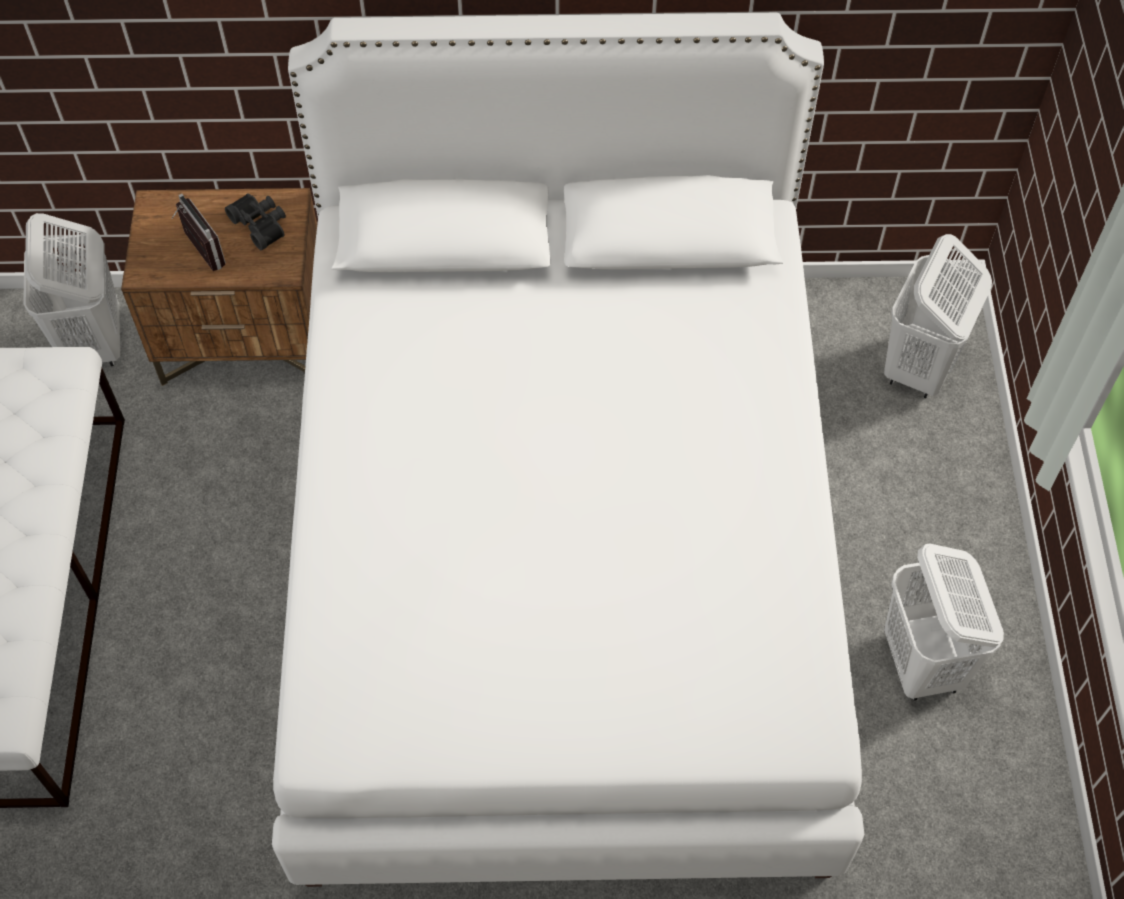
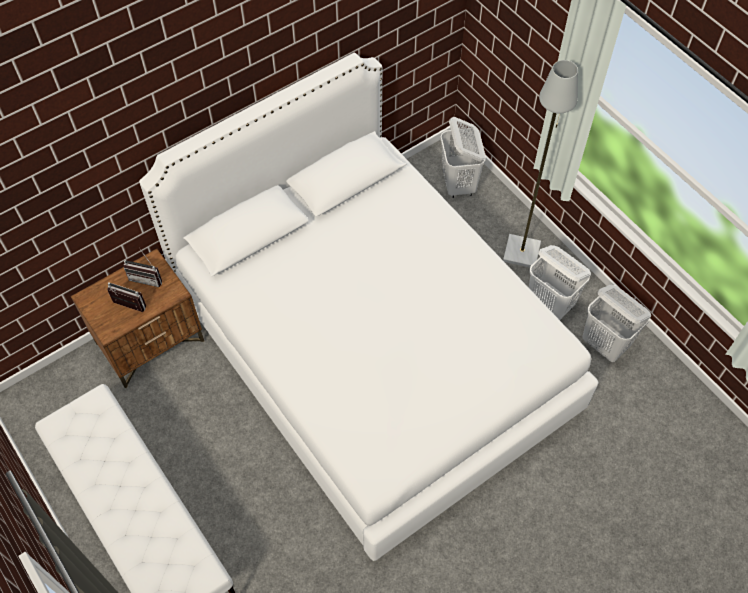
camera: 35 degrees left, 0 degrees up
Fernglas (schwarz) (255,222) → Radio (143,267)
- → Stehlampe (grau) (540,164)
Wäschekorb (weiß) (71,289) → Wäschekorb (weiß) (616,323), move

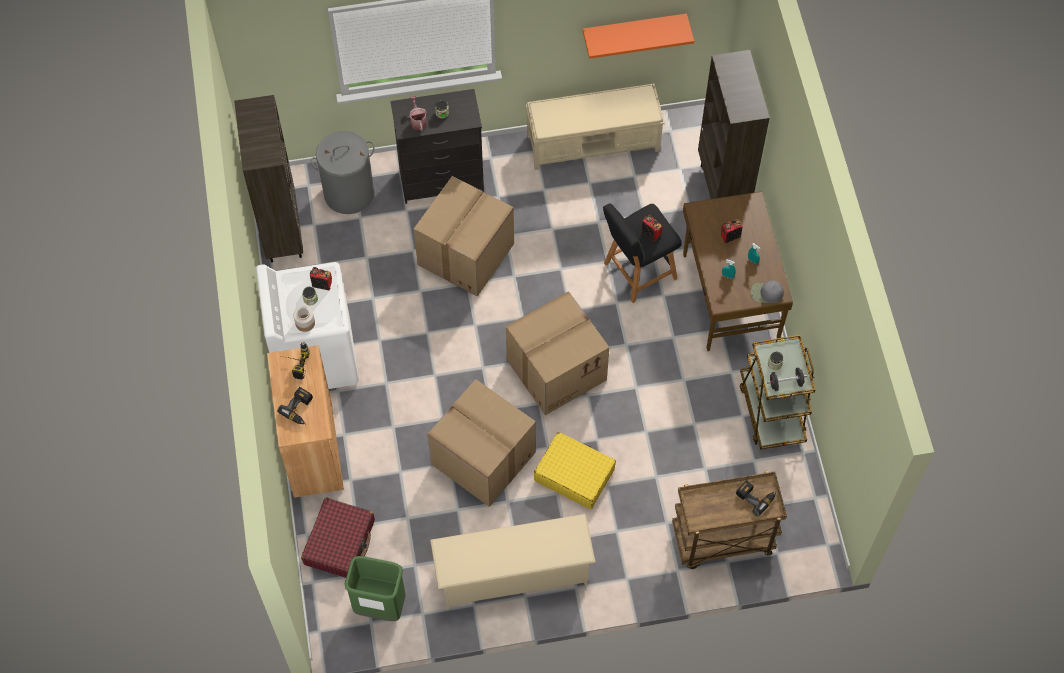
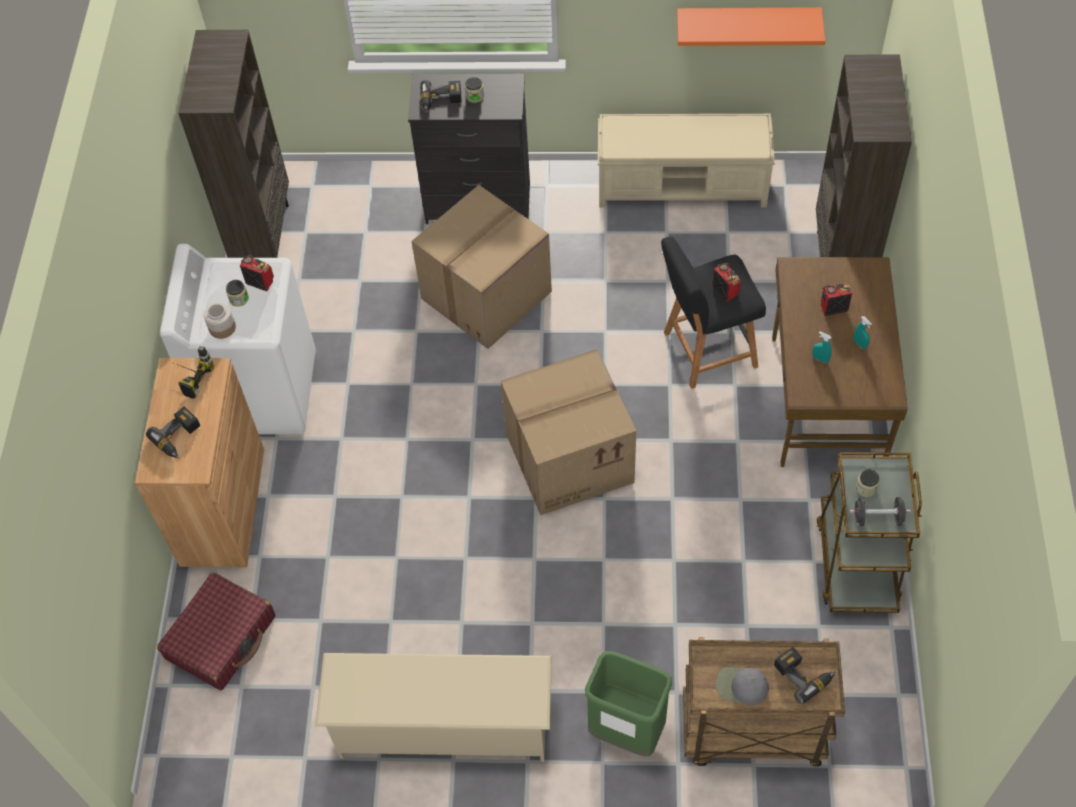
camera: 15 degrees right, 5 degrees down
Gießkanne (418,113) → Bohrmaschine (441,96)
Mülleimer (grün) (375,588) → Mülleimer (grün) (628,703), move
Kappe (grau) (767,292) → Kappe (grau) (742,685), move
Wäschekorb (grau) (342,172) → -
Karton (481,443) → -
Koffer (gelb) (575,470) → -

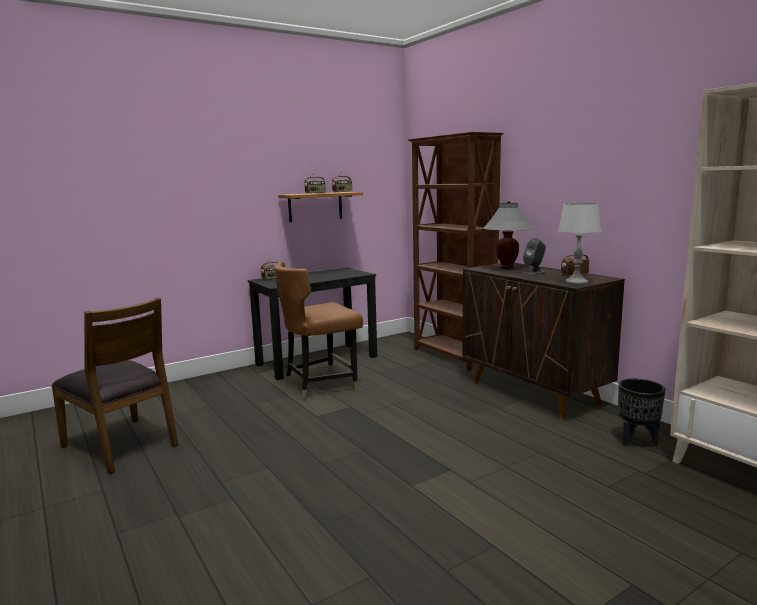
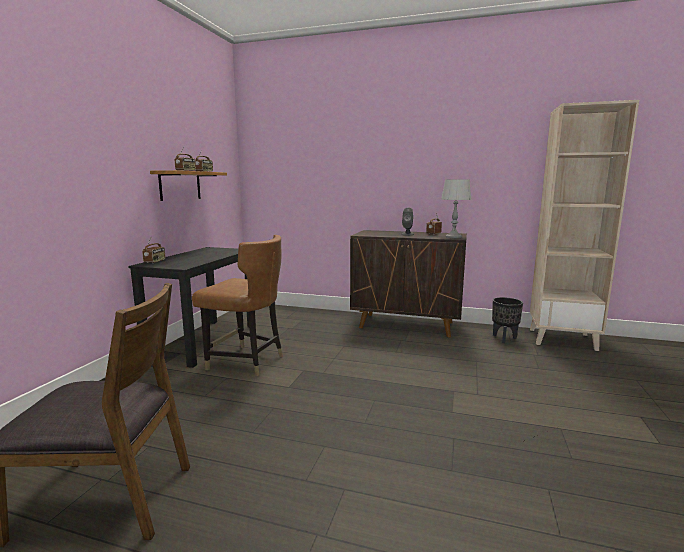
camera: 40 degrees left, 0 degrees up
Stuhl (braun) (318,331) → Stuhl (braun) (237,305), 90 degrees counterclockwise
Bücherregal (braun) (456,251) → -
Tischlampe (grau) (508,235) → -

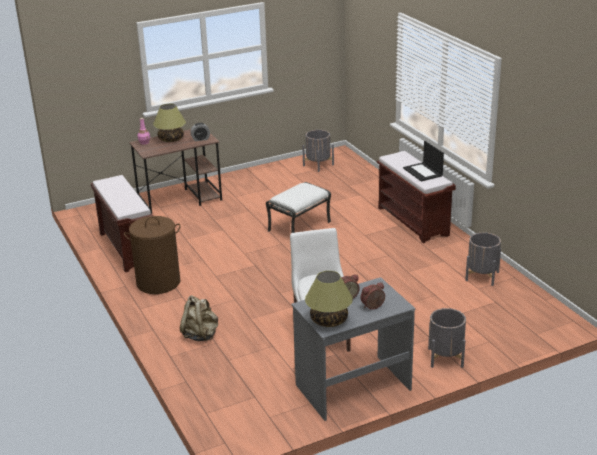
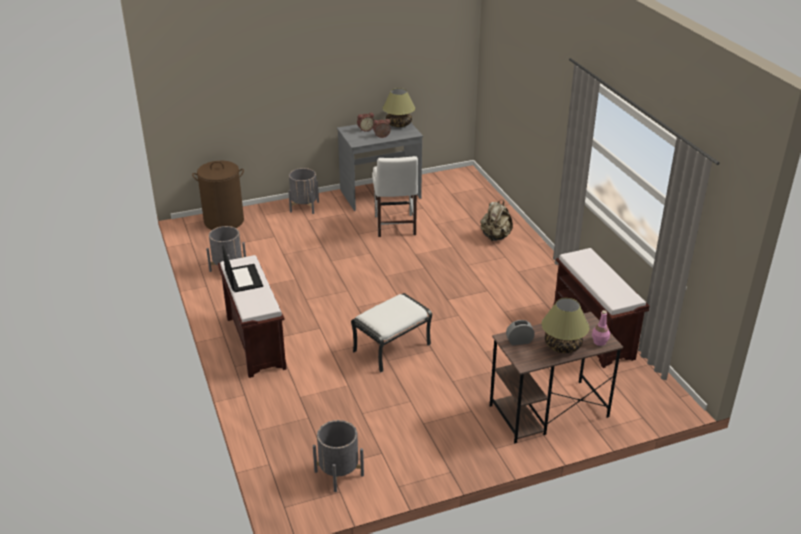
camera: 175 degrees left, 5 degrees up
Wäschekorb (braun) (152,255) → Wäschekorb (braun) (218,195), move

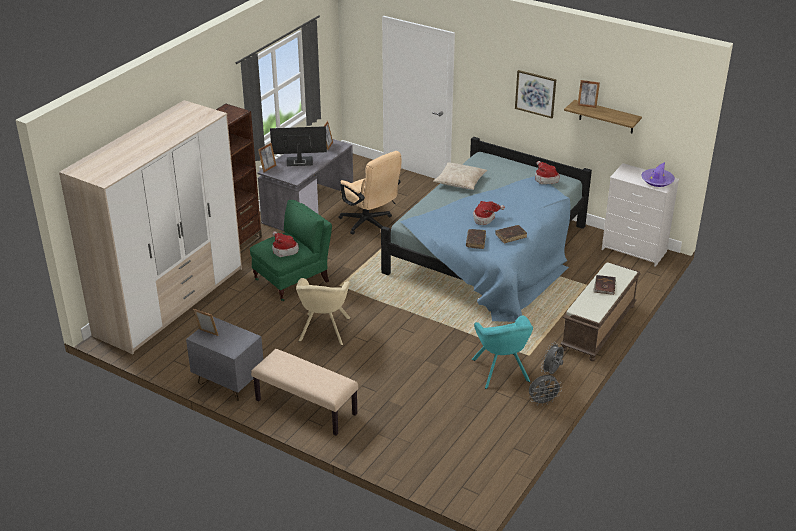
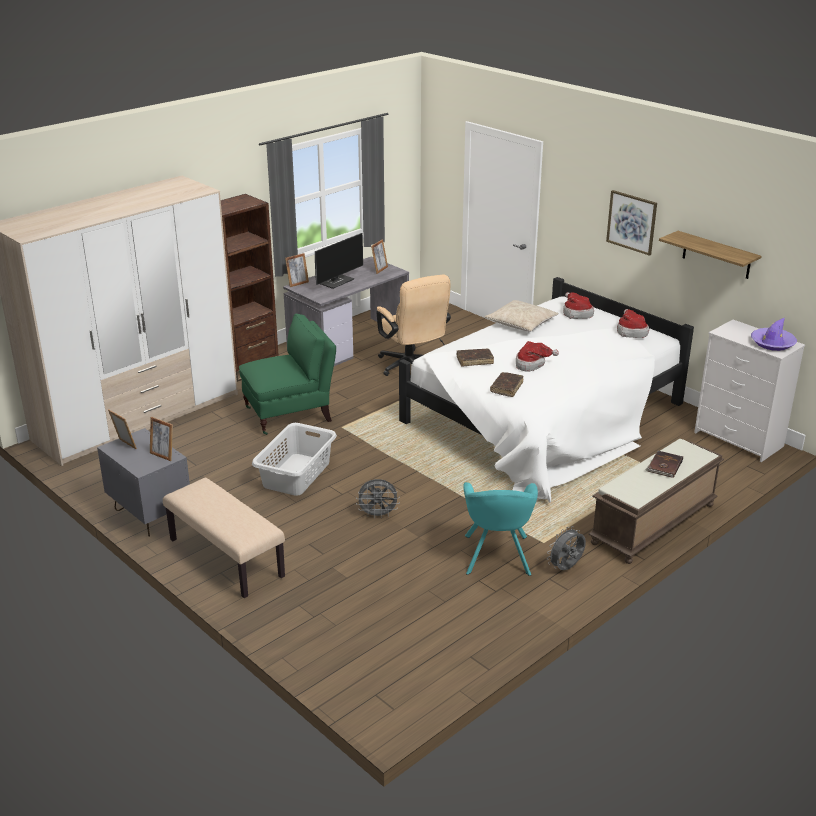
camera: 15 degrees right, 5 degrees down
Bilderrahmen (588,94) → Bilderrahmen (161,439), move
Sessel (beige) (323,311) → Wäschekorb (grau) (294,459)
Monitor (298,146) → Monitor (339,261), 120 degrees clockwise
Ventilator (grau) (545,390) → Ventilator (grau) (378,499), move
Bett (blau) (486,229) → Bett (weiß) (546,390)
Buch (braun) (511,234) → Buch (braun) (475,357), move
Hut (285,244) → Hut (578,305), move

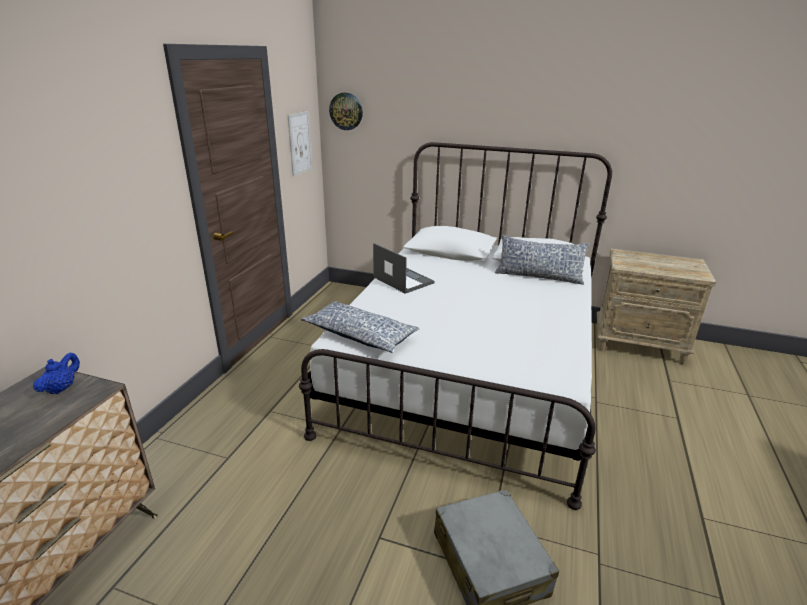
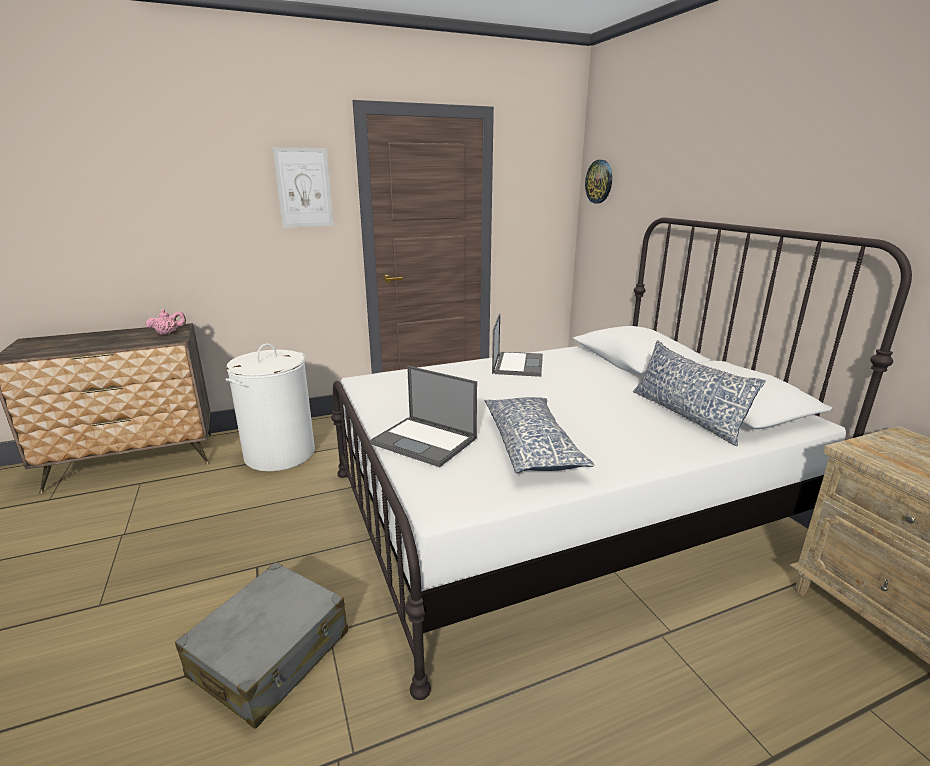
camera: 50 degrees right, 5 degrees down
Teekanne (blau) (56,373) → Teekanne (rosa) (166,322)
- → Wäschekorb (weiß) (270,407)
Bild (300,143) → Bild (303,187), move
- → Laptop (423,416)
Kissen (360,327) → Kissen (540,435), move

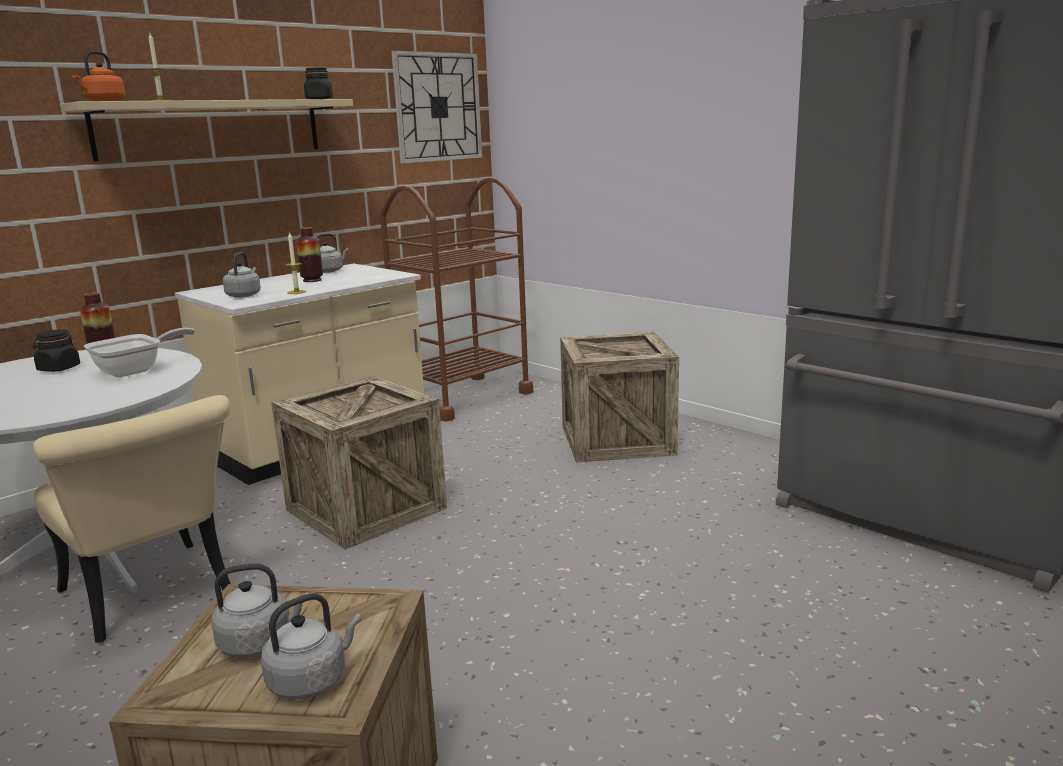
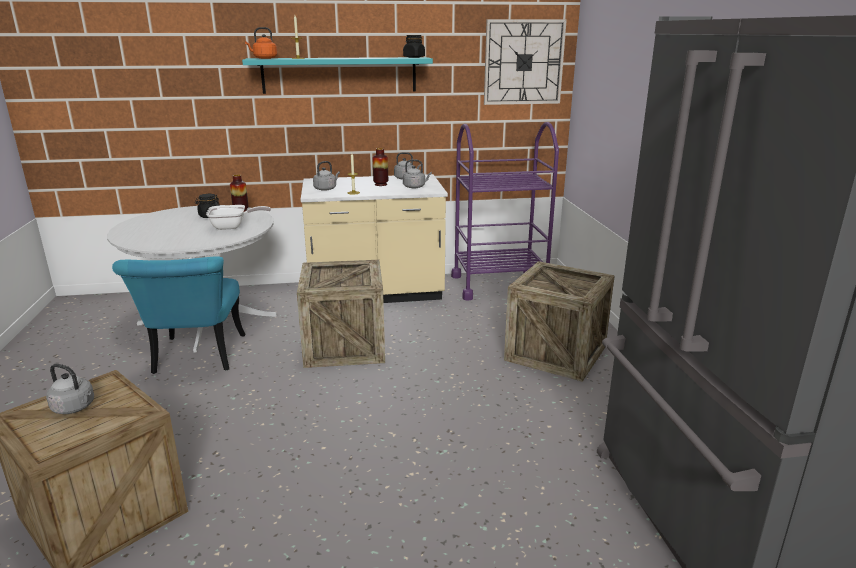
camera: 35 degrees right, 5 degrees up
Stuhl (beige) (132,519) → Stuhl (türkis) (179,315)
Wandregal (beige) (206,130) → Wandregal (türkis) (337,75)
Wasserkessel (grau) (311,646) → Wasserkessel (grau) (417,174), move
Rollwagen (braun) (456,299) → Rollwagen (lila) (505,211)

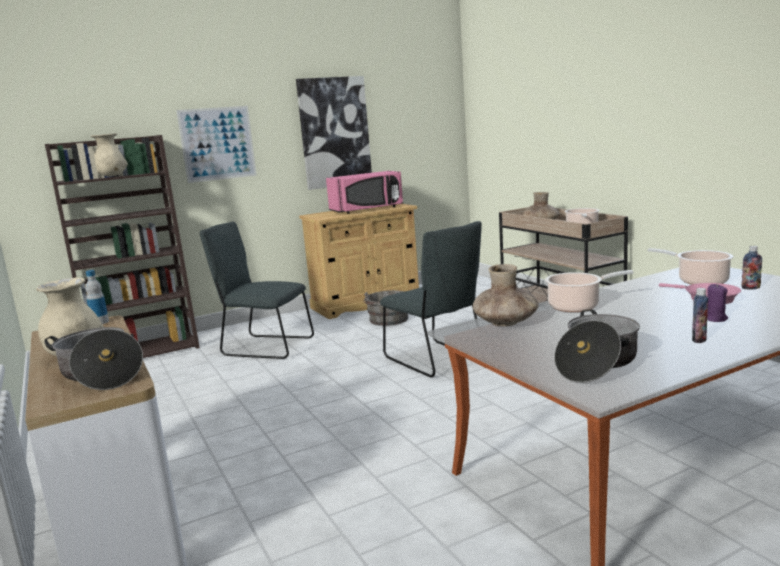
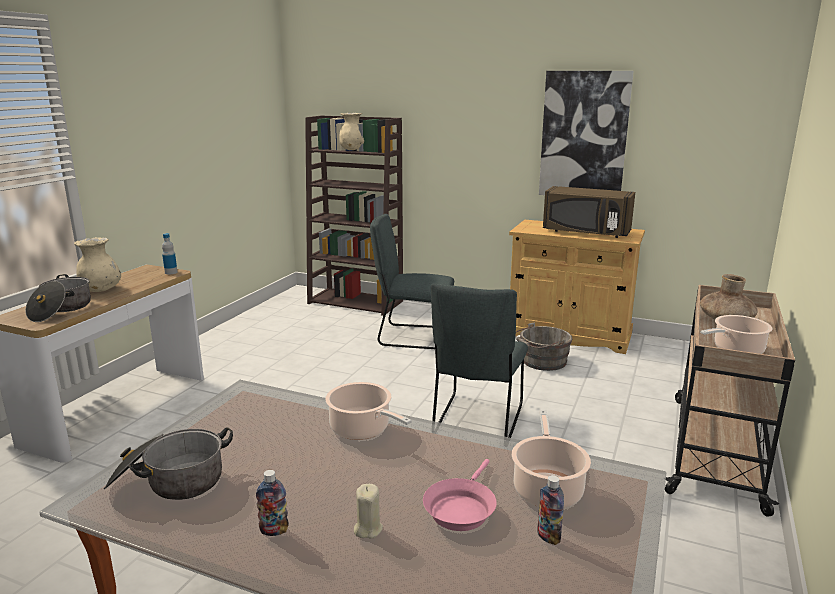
camera: 50 degrees right, 5 degrees up
Kerze (lila) (717,303) → Kerze (beige) (368,511)
Stuhl (grau) (257,290) → Stuhl (grau) (412,281), 60 degrees counterclockwise
Mikrowelle (rosa) (364,192) → Mikrowelle (braun) (589,212)
Bild (216,144) → -
Vase (braun) (506,295) → -

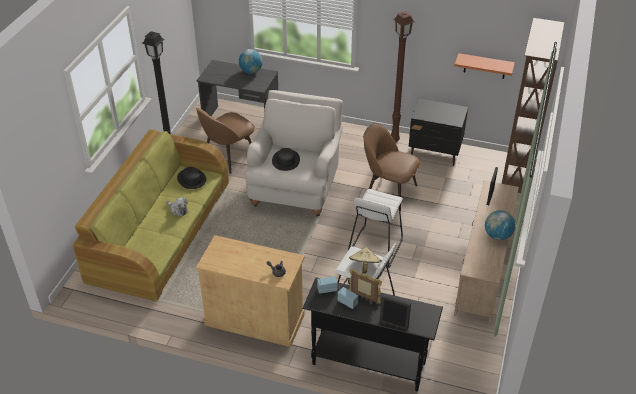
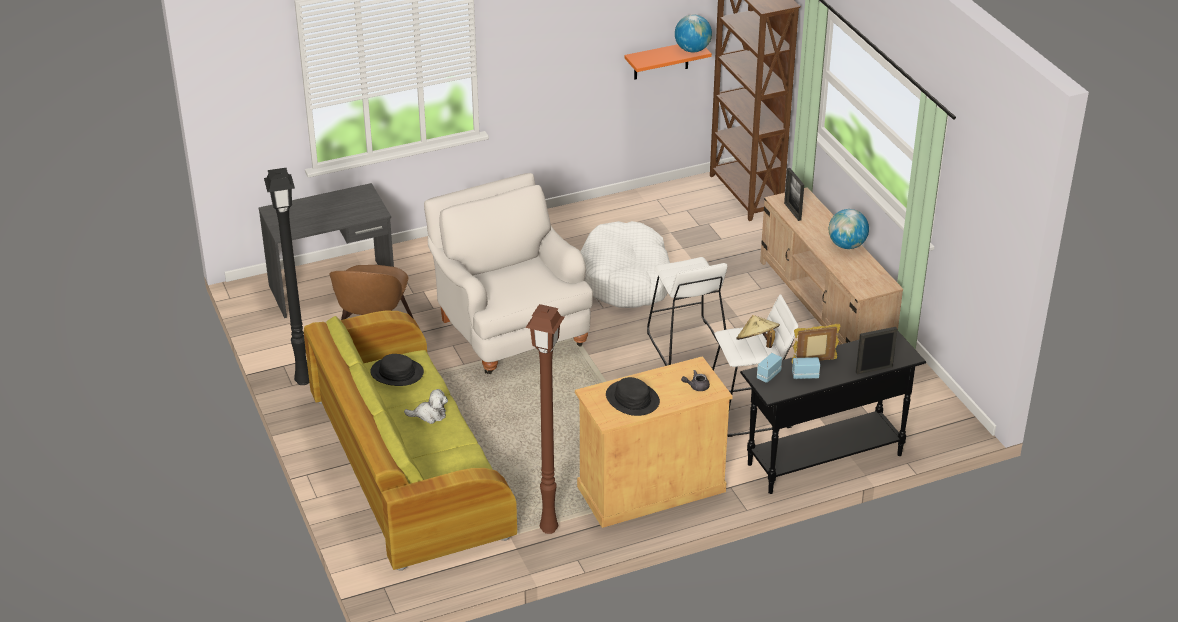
camera: 40 degrees left, 5 degrees down
Stehlampe (braun) (403,76) → Stehlampe (braun) (545,419), move
Stuhl (braun) (392,167) → Hundebett (weiß) (625,264)
Hut (schwarz) (286,159) → Hut (schwarz) (633,396), move
Globus (251,61) → Globus (693,34), move
Nachttisch (schwarz) (438,132) → -

